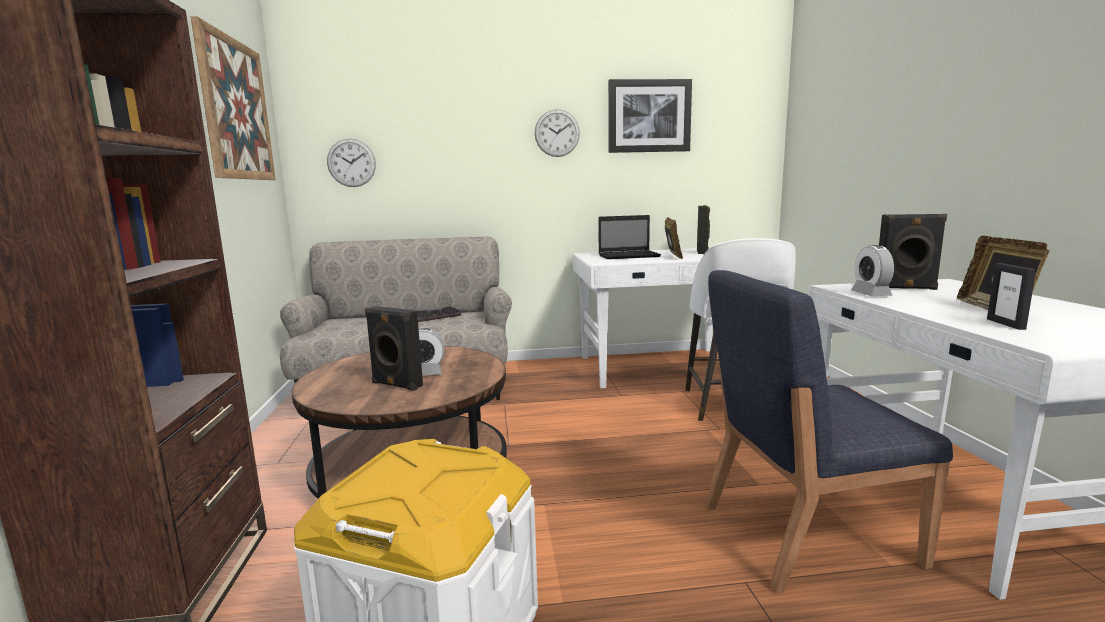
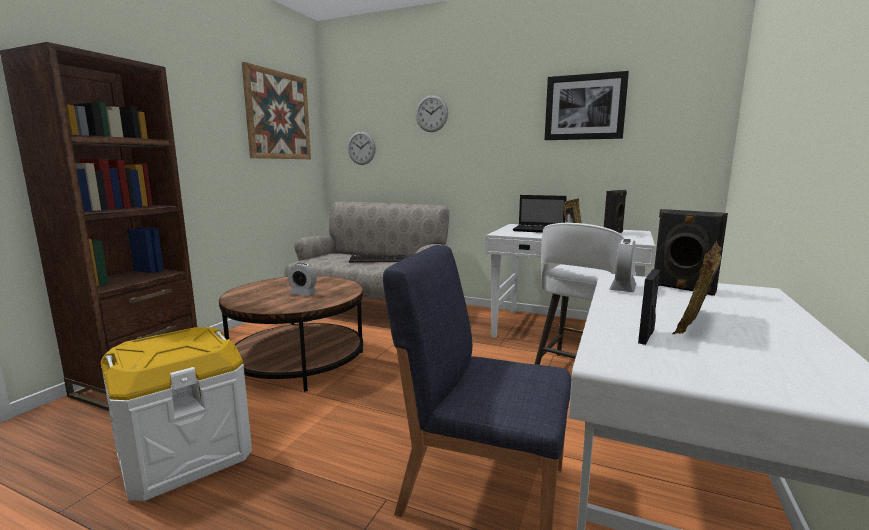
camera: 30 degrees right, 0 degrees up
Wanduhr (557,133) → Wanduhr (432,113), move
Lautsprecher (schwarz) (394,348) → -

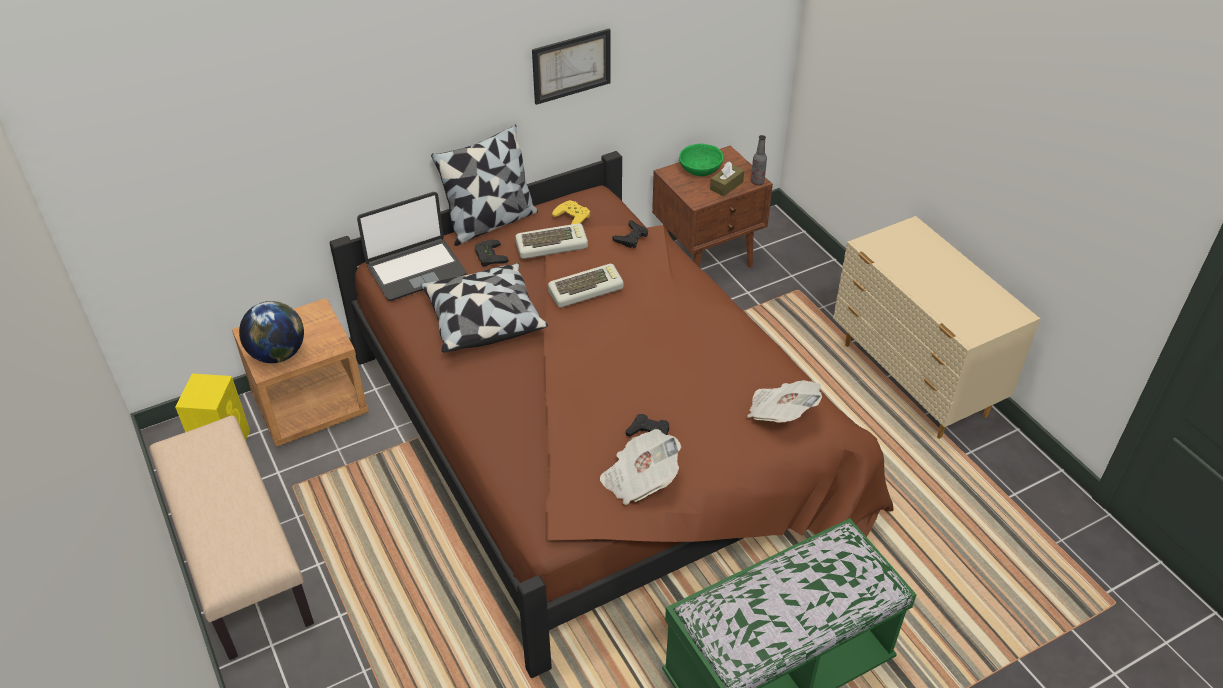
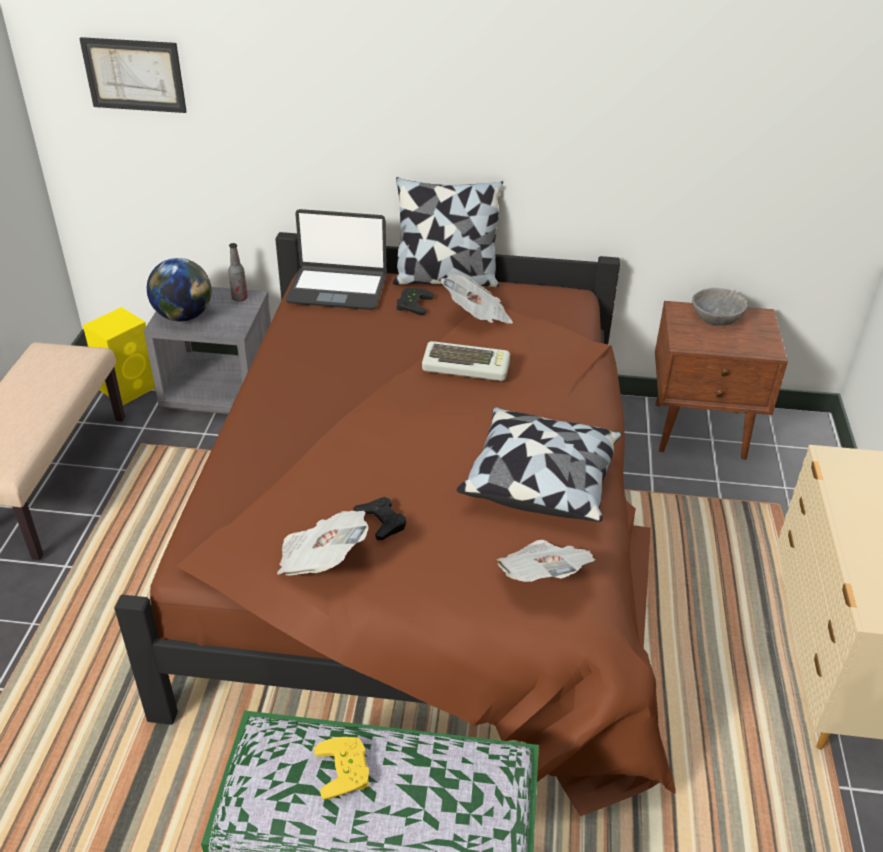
camera: 35 degrees right, 5 degrees down
Bild (571,67) → Bild (133,75), move
Nachttisch (braun) (300,372) → Nachttisch (grau) (207,350)
Flasche (759,160) → Flasche (238,272), move
Gamepad (gelb) (571,212) → Gamepad (gelb) (341,768), move
Tastatur (551,241) → Zeitung (477,299)
Kissen (484,307) → Kissen (539,464), move
Schüssel (grün) (701,160) → Schüssel (grau) (719,306)
Gamepad (schwarz) (630,234) → -
Taschentuchbox (braun) (727,179) → -

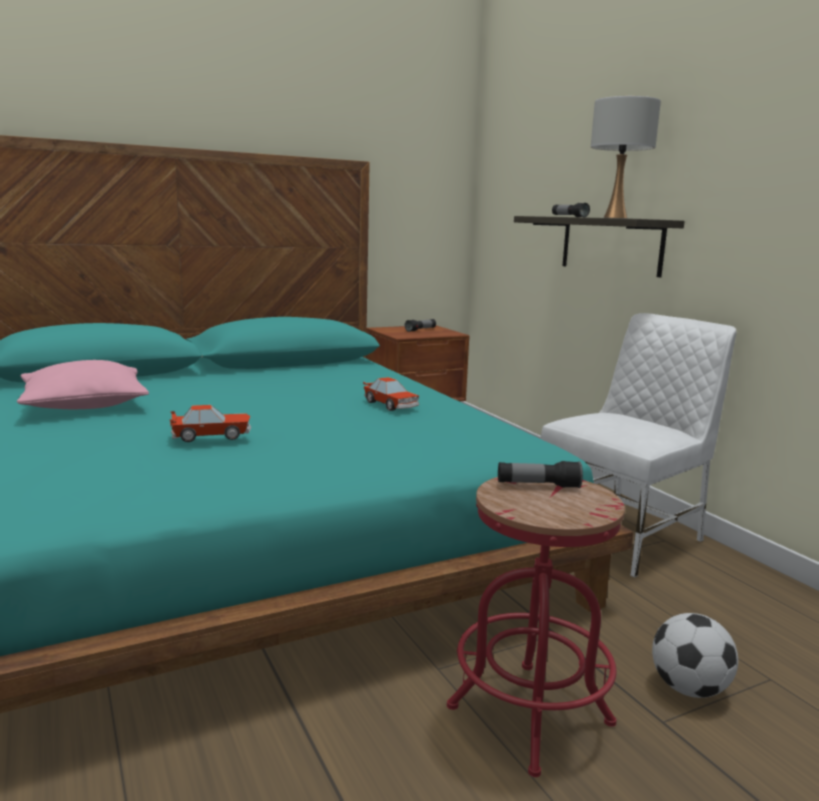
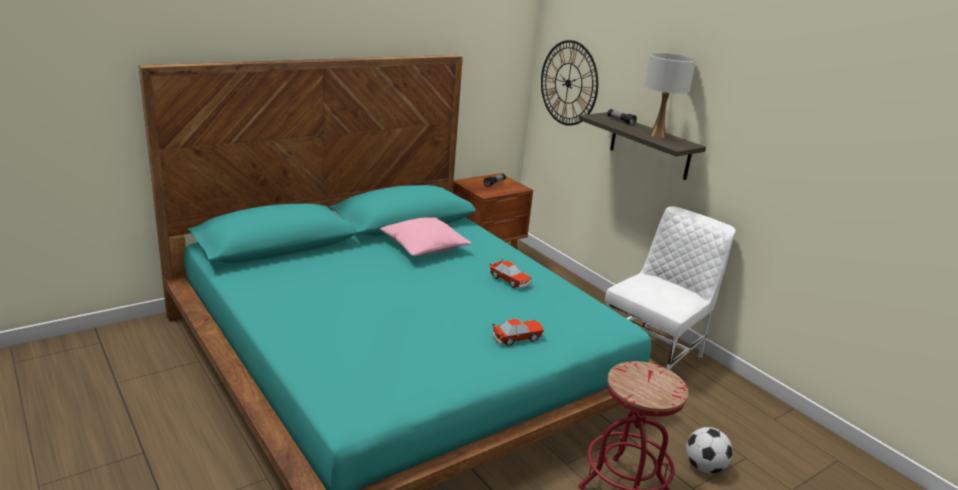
camera: 10 degrees left, 10 degrees up
Kissen (rosa) (83,384) → Kissen (rosa) (426,236), move
Spielzeugauto (210,423) → Spielzeugauto (518,332), move
- → Wanduhr (569,83)
Taschenlampe (540,474) → -

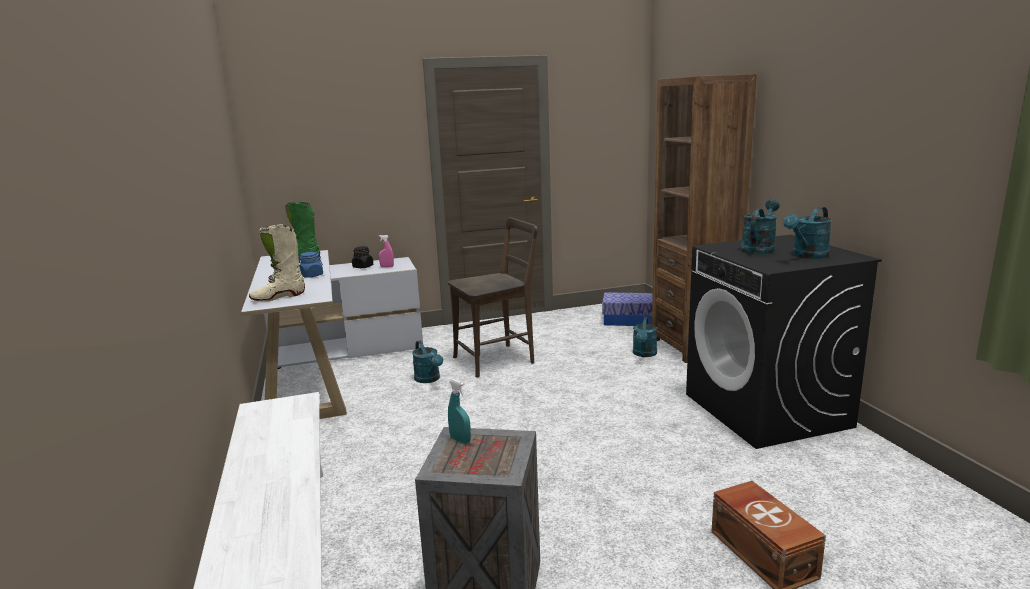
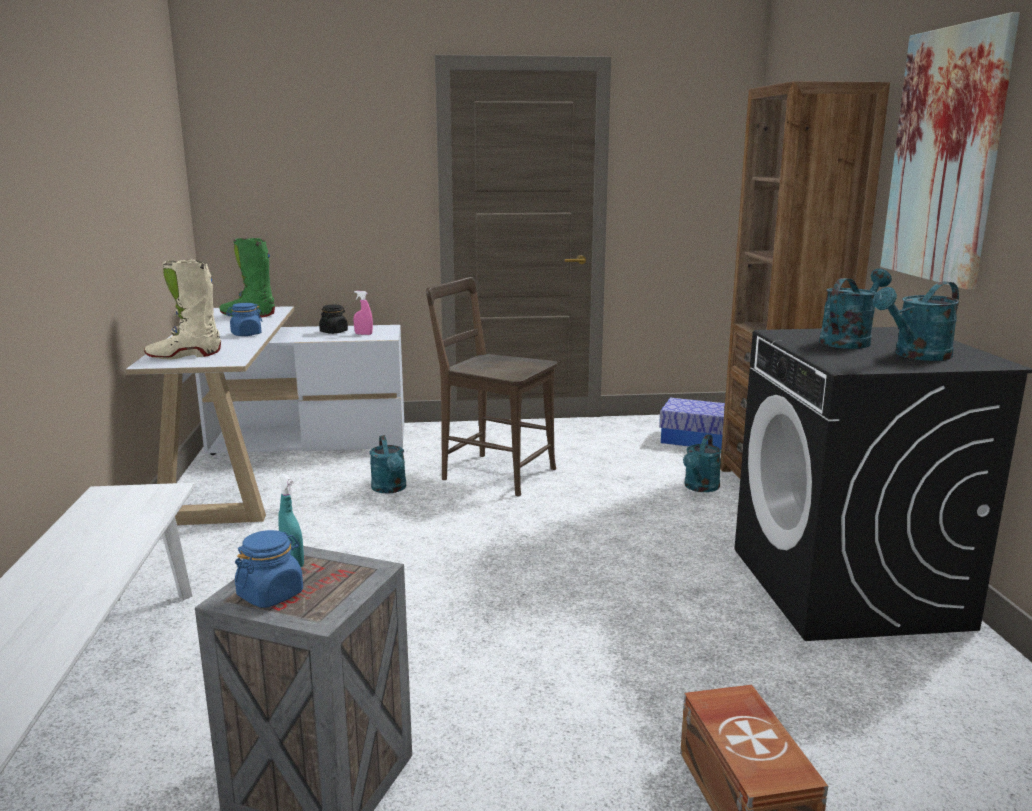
camera: 10 degrees right, 0 degrees up
- → Vorratsglas (blau) (269,569)
Stuhl (braun) (493,297) → Stuhl (braun) (491,386), 135 degrees counterclockwise
- → Bild (950,151)

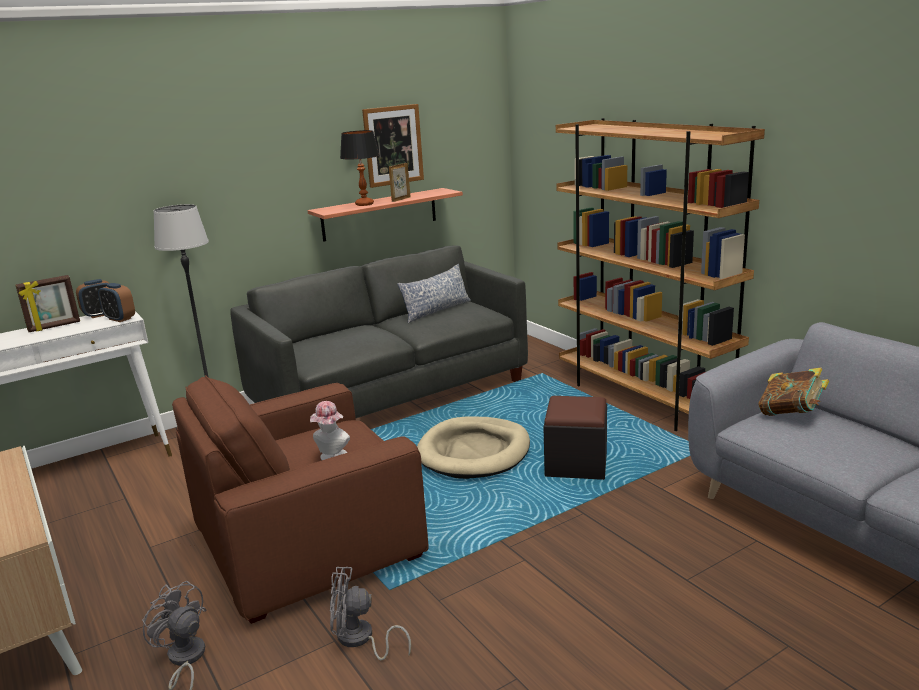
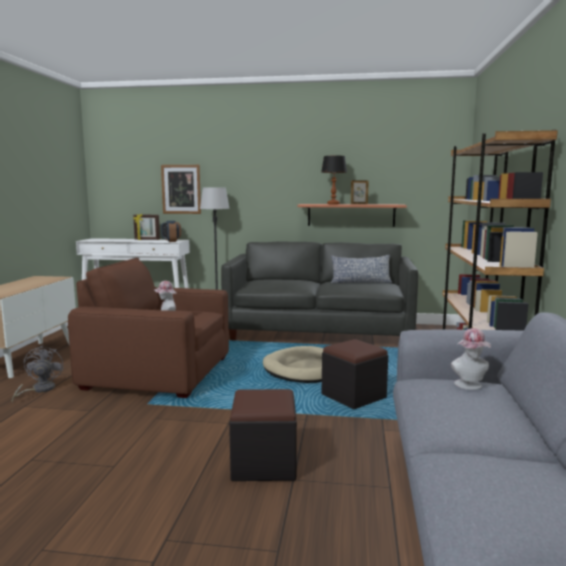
camera: 40 degrees right, 10 degrees down
Bild (393,146) → Bild (181,189), move
- → Polsterhocker (schwarz) (263,435)
Buch (794,392) → Hut (471,359)
Ventilator (grau) (370,613) → -

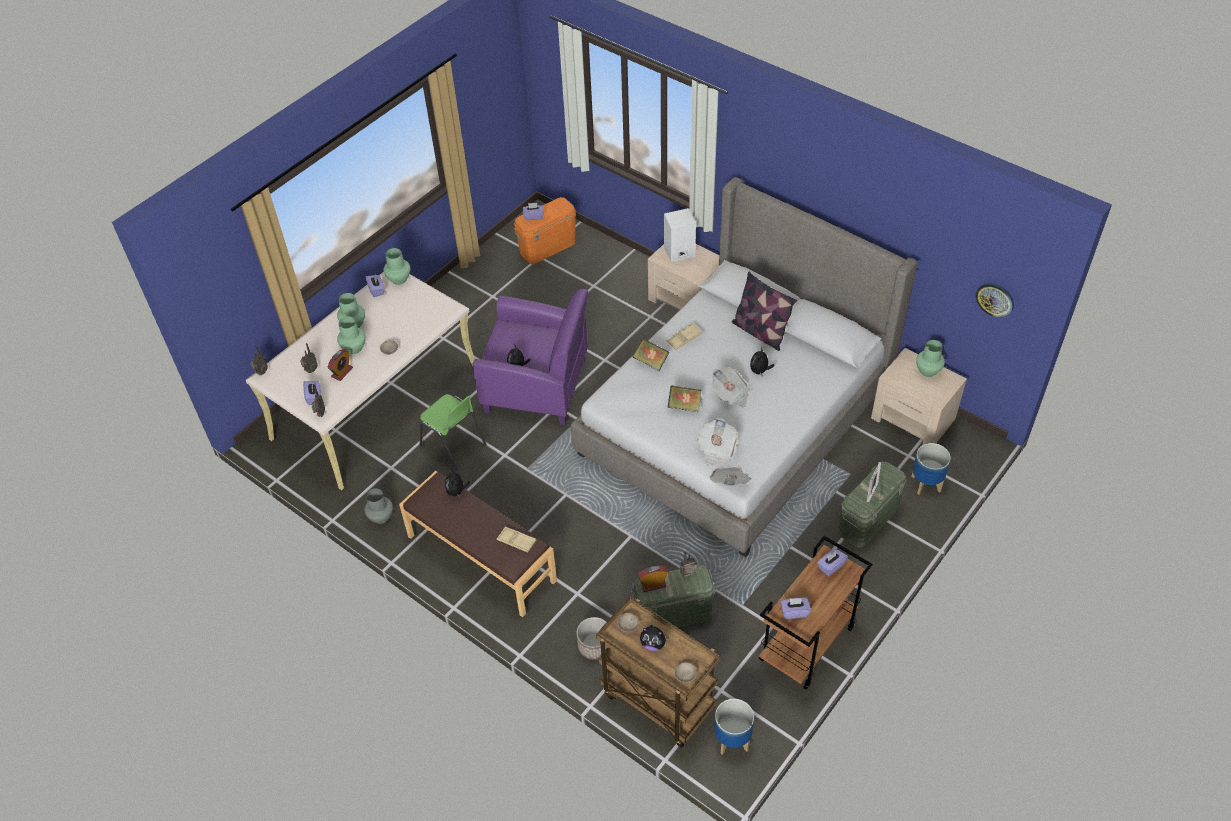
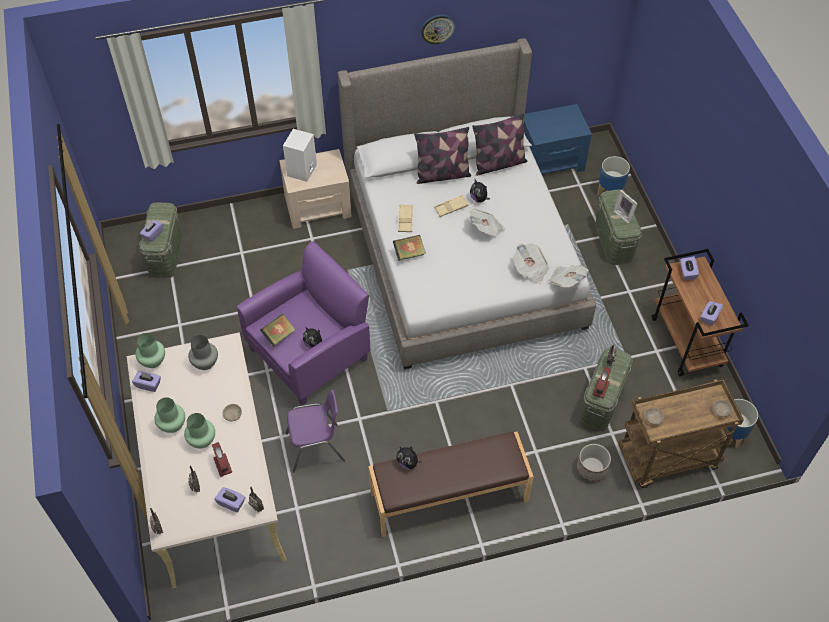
camera: 55 degrees left, 5 degrees up
Aufbewahrungsbox (orange) (545,230) → Aufbewahrungsbox (grün) (160,240)
Vase (grau) (378,506) → Vase (grau) (203,352), move
Buch (685,398) → Buch (278,330), move
Stuhl (grün) (453,432) → Stuhl (lila) (315,431)
Wanduhr (994,300) → Wanduhr (438,29), move
Tablett (beige) (516,540) → Tablett (beige) (451,206), move
- → Kissen (499,144)
Nachttisch (beige) (919,396) → Nachttisch (blau) (558,139)
Plüschtier (654,638) → -
Vase (grün) (930,358) → -

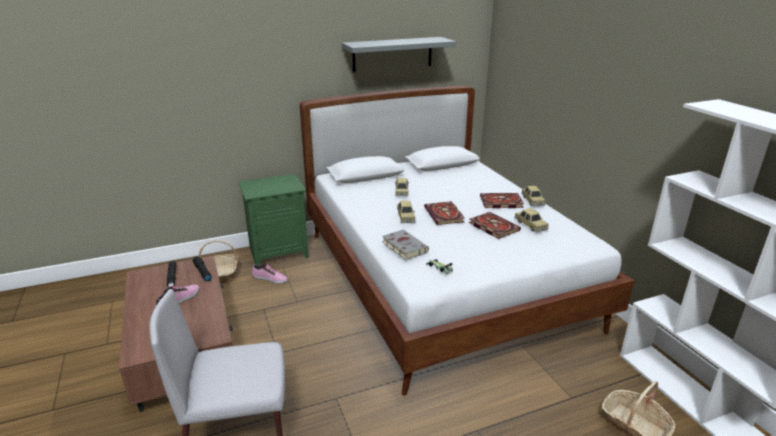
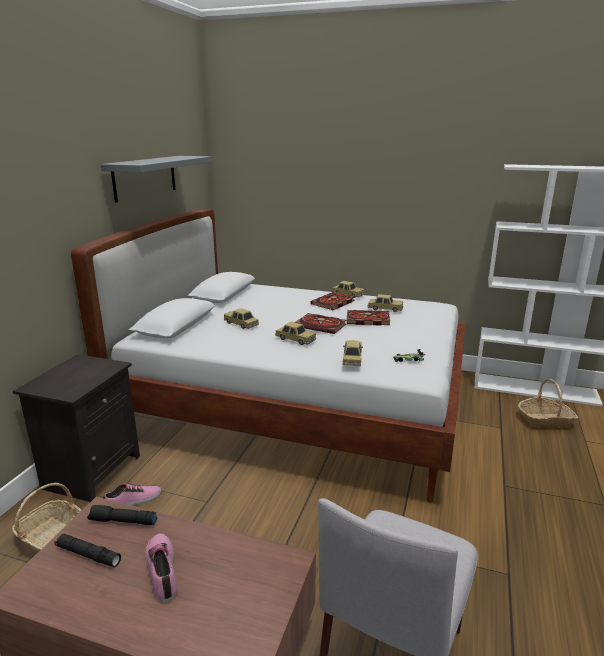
camera: 50 degrees left, 5 degrees down
Nachttisch (grün) (274,219) → Nachttisch (schwarz) (76,428)
Buch (grau) (405,244) → Spielzeugauto (353,353)

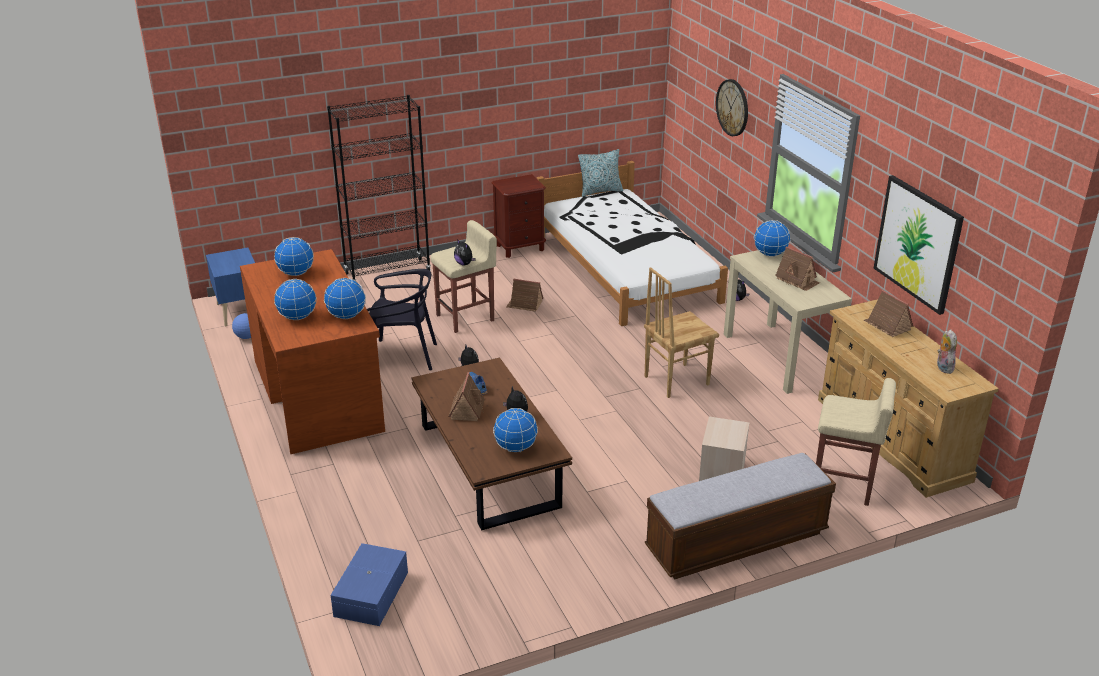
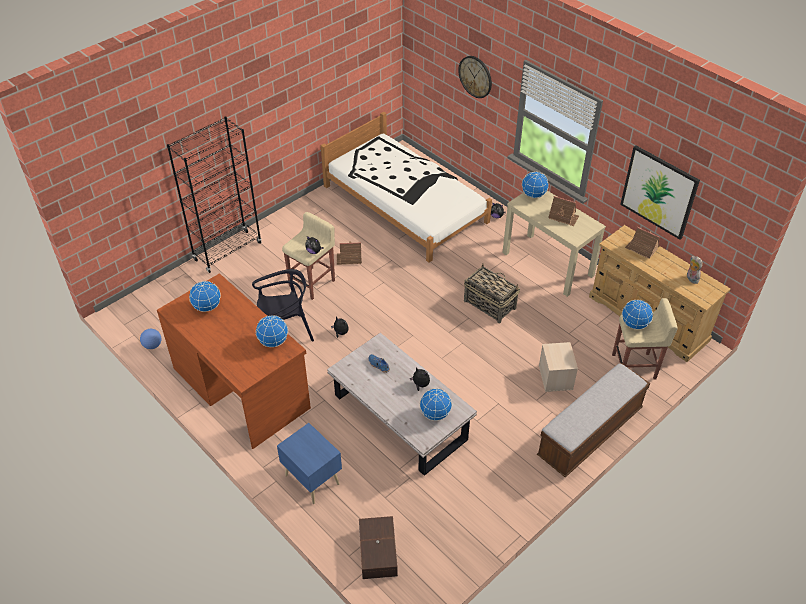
camera: 20 degrees left, 15 degrees up
Nachttisch (blau) (230,287) → Nachttisch (blau) (309,463), move
Couchtisch (braun) (492,444) → Couchtisch (weiß) (402,404)
Aufbewahrungsbox (blau) (369,584) → Aufbewahrungsbox (braun) (378,547)
Stuhl (braun) (681,332) → Korb (492,293)
Globus (295,299) → Globus (637,314), move
Spielzeughaus (466,396) → -
Nachttisch (braun) (519,216) → -
Kissen (600,173) → -

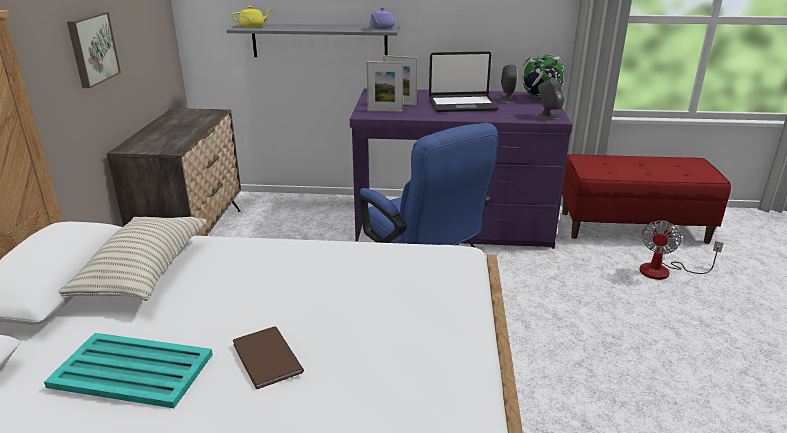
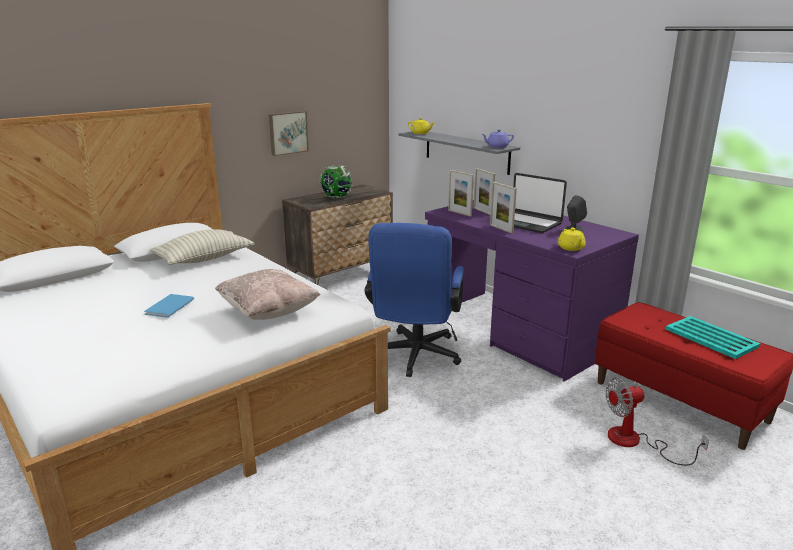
camera: 45 degrees right, 5 degrees down
Buch (braun) (268,357) → Buch (blau) (169,306)
- → Kissen (beige) (268,294)
Globus (542,76) → Globus (335,182), move
- → Bilderrahmen (503,208)
Lautsprecher (grau) (549,99) → Teekanne (gelb) (572,239)
Tablett (türkis) (128,370) → Tablett (türkis) (713,337), move

